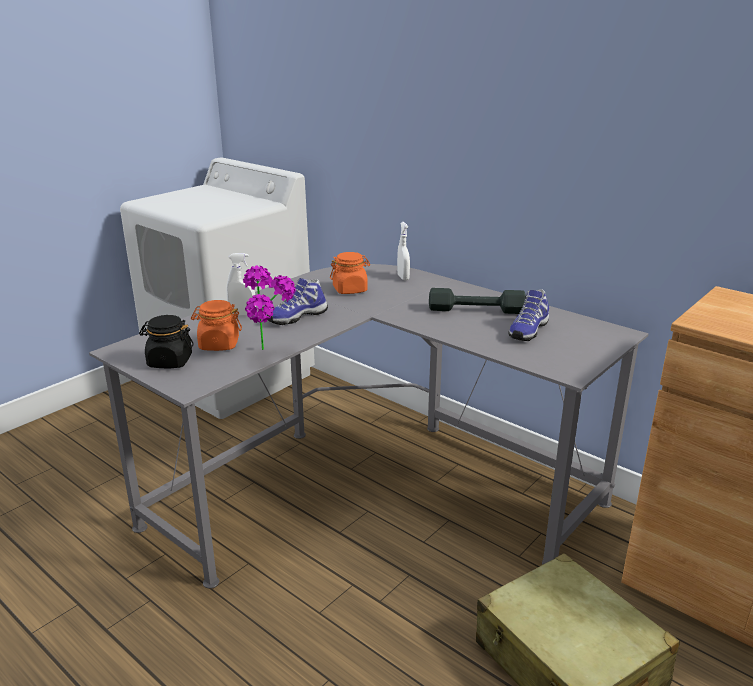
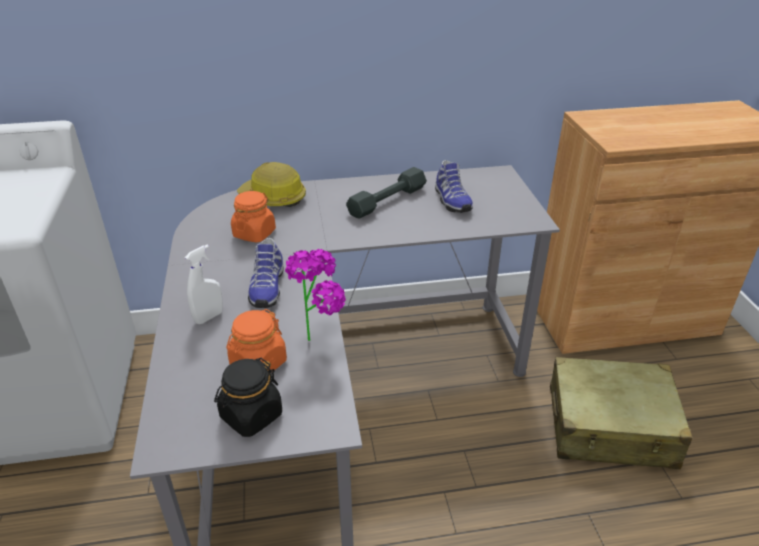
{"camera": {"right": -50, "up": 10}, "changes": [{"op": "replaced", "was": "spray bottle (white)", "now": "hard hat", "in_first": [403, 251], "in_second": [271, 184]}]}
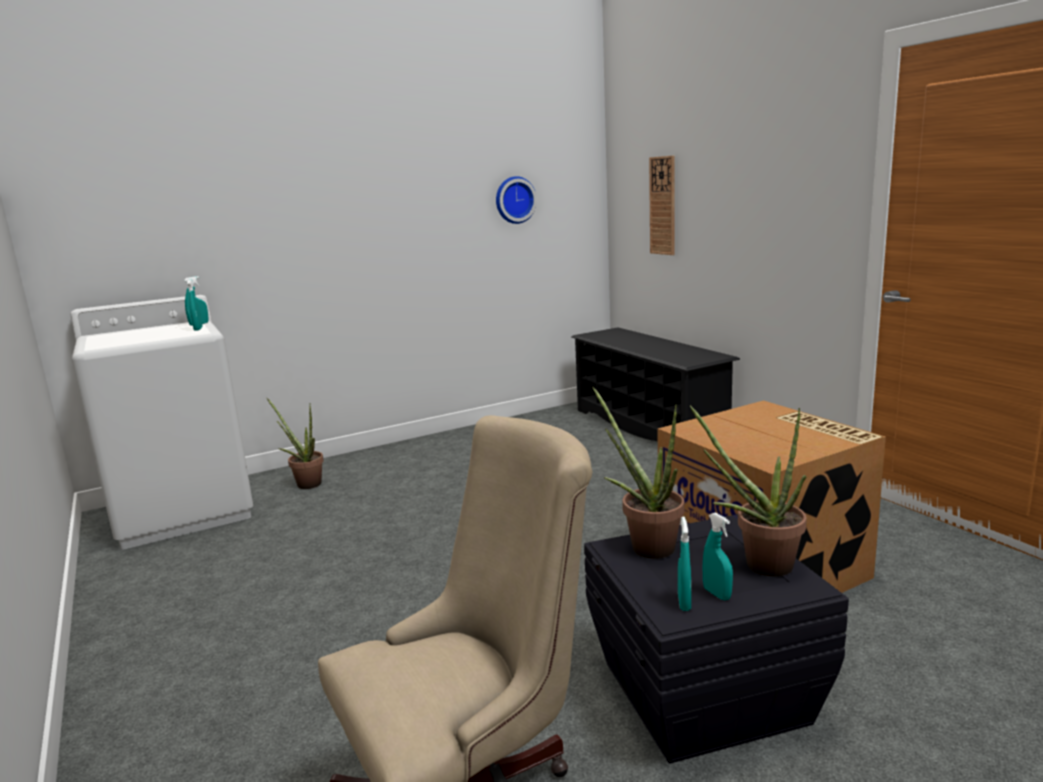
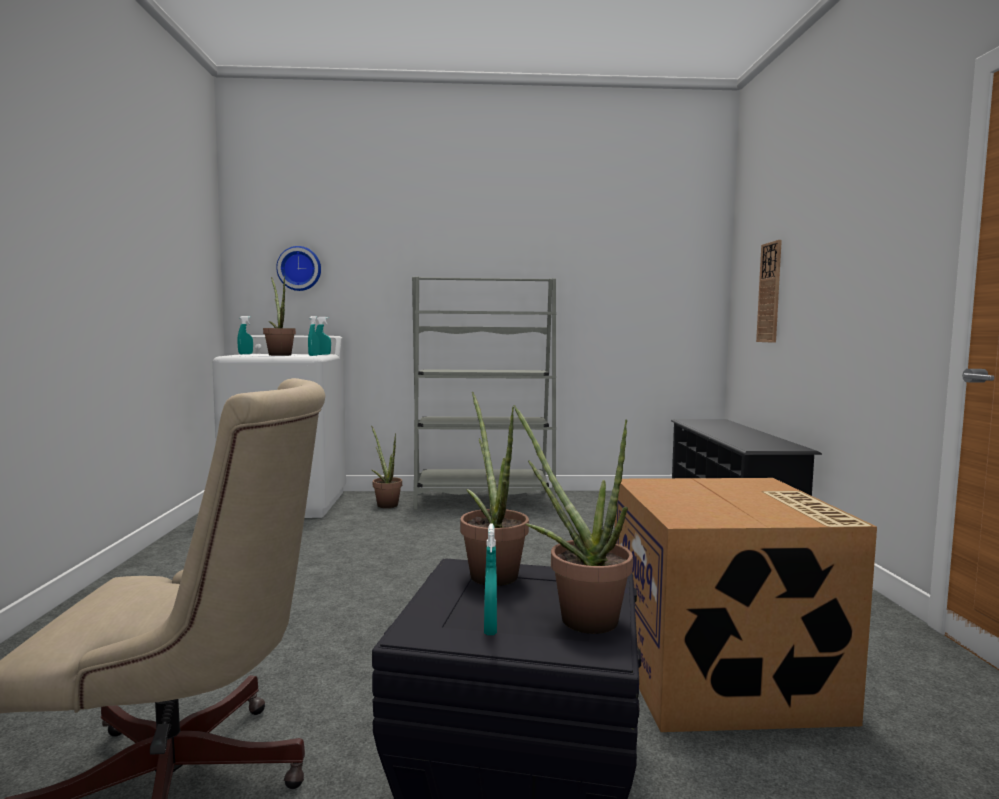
{"camera": {"right": 25, "up": -10}, "changes": [{"op": "moved", "was": "wall clock", "in_first": [516, 200], "in_second": [298, 268]}, {"op": "moved", "was": "spray bottle (turquoise)", "in_first": [684, 563], "in_second": [245, 335]}, {"op": "added", "now": "potted plant", "in_second": [279, 316]}, {"op": "added", "now": "bookcase (grey)", "in_second": [484, 393]}]}
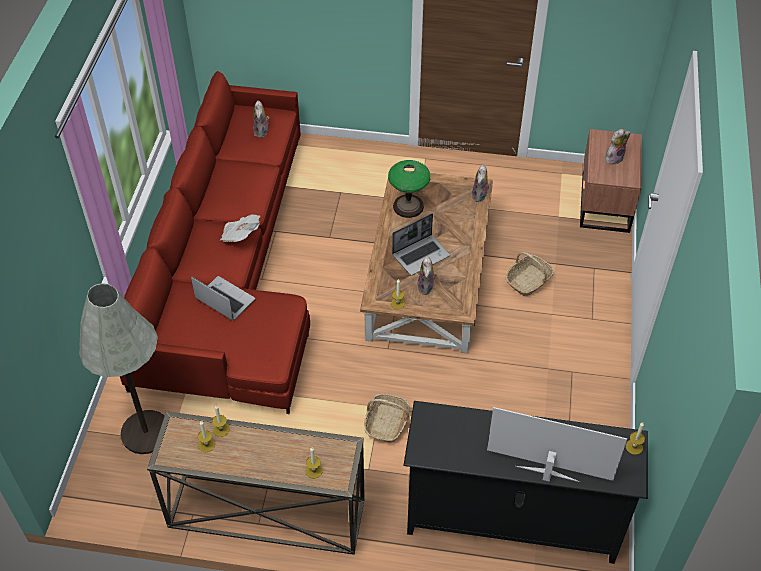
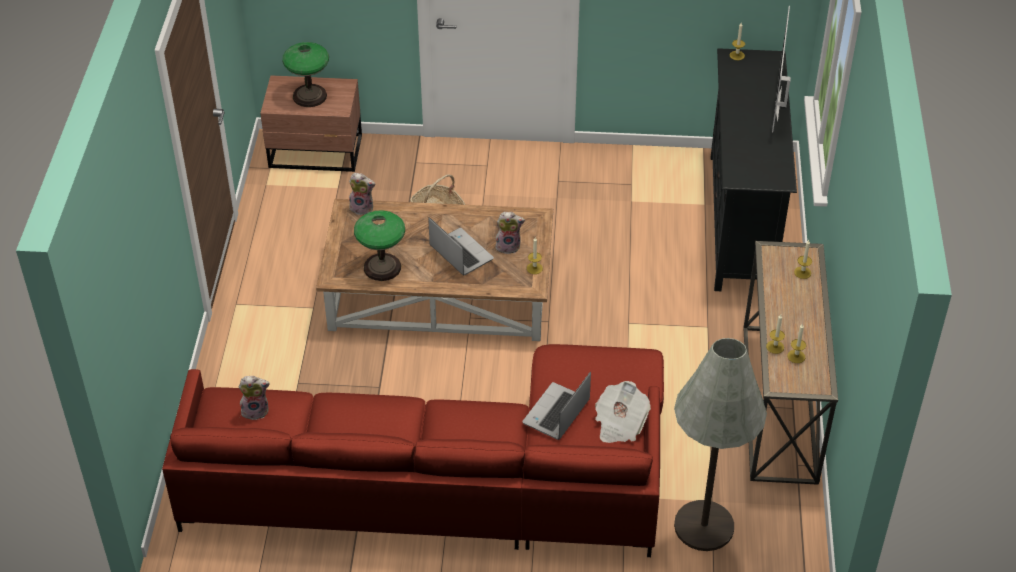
{"camera": {"right": -95, "up": -5}, "changes": [{"op": "replaced", "was": "plush toy", "now": "table lamp", "in_first": [618, 147], "in_second": [305, 74]}, {"op": "moved", "was": "newspaper", "in_first": [240, 228], "in_second": [623, 412]}, {"op": "removed", "was": "basket", "in_first": [387, 418]}]}
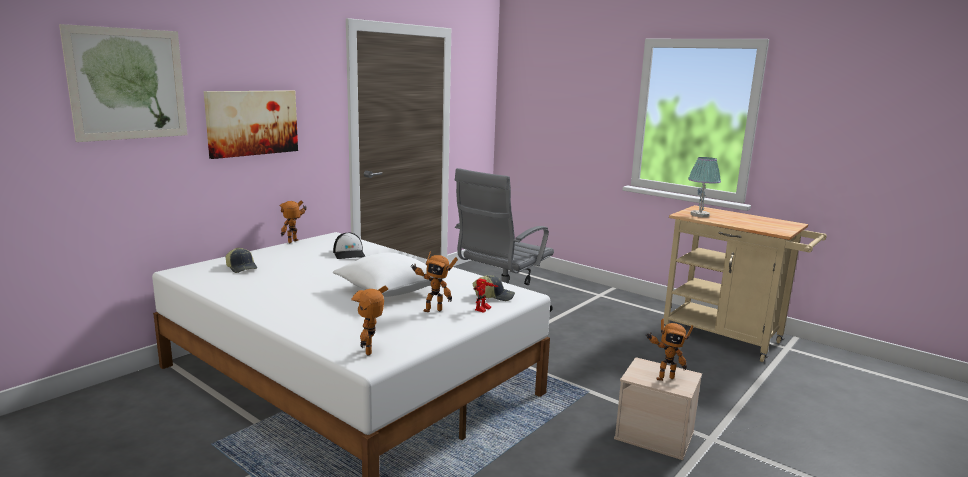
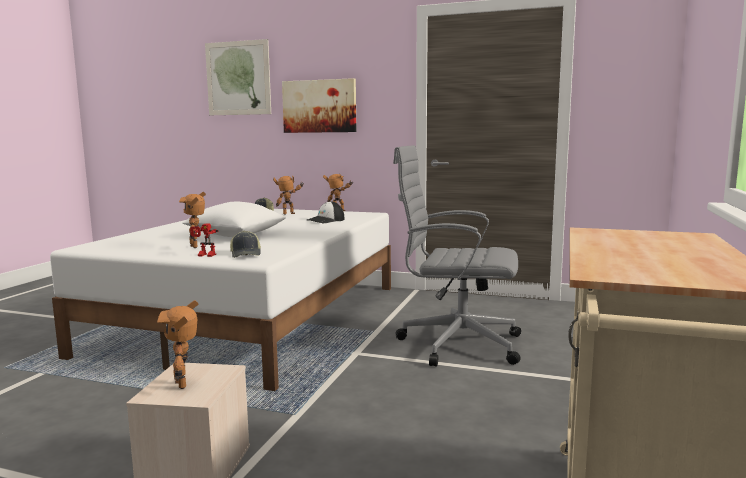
{"camera": {"right": 70, "up": -5}, "changes": [{"op": "removed", "was": "table lamp", "in_first": [704, 187]}, {"op": "moved", "was": "toy robot", "in_first": [369, 321], "in_second": [288, 195]}]}
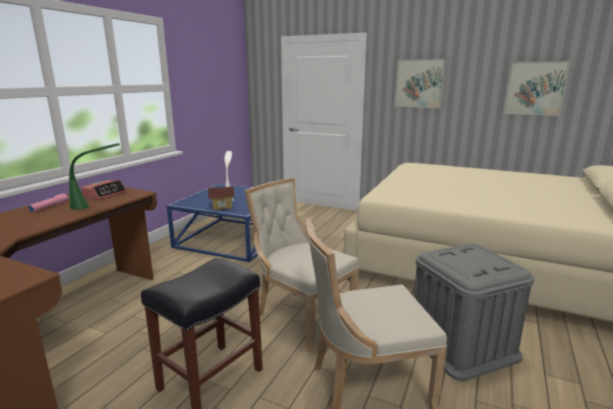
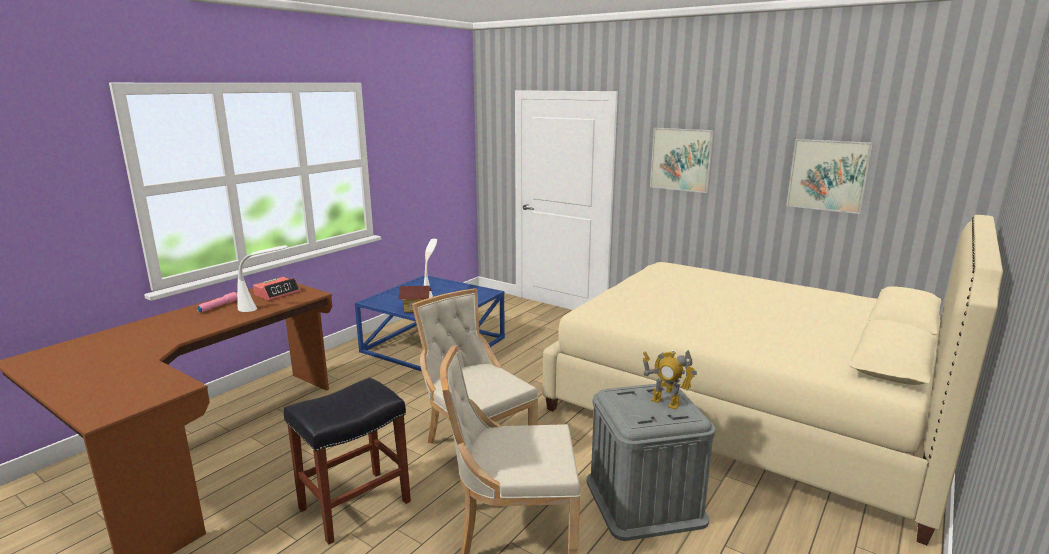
{"camera": {"right": 10, "up": 0}, "changes": [{"op": "recoloured", "was": "table lamp (green)", "now": "table lamp (white)", "in_first": [94, 176], "in_second": [262, 278]}, {"op": "added", "now": "toy robot", "in_second": [670, 380]}]}
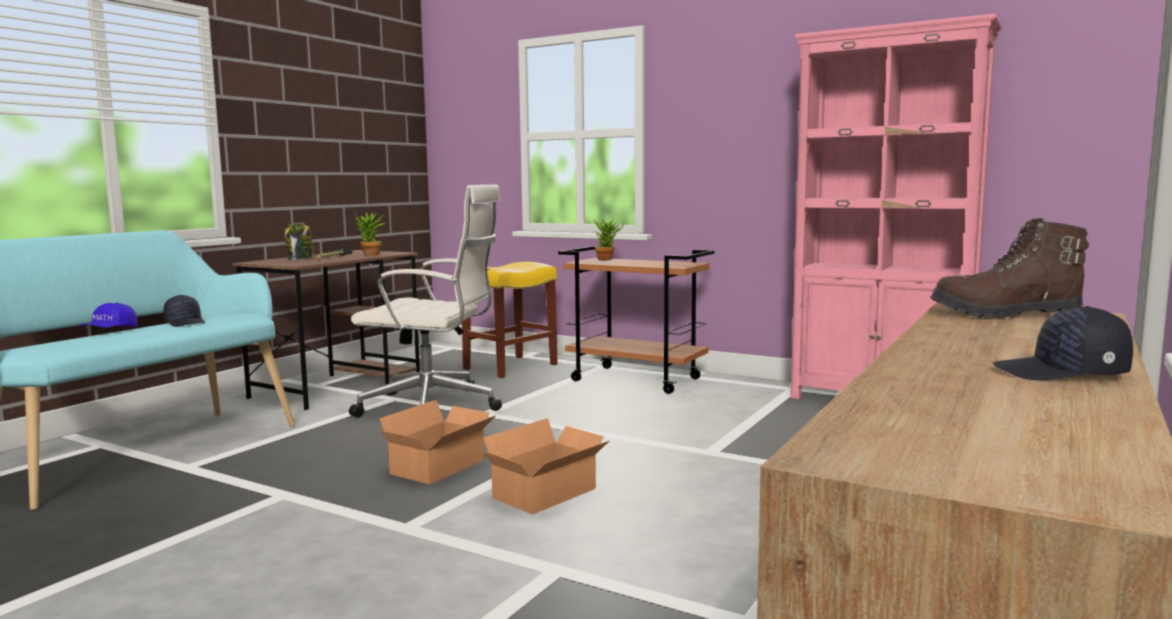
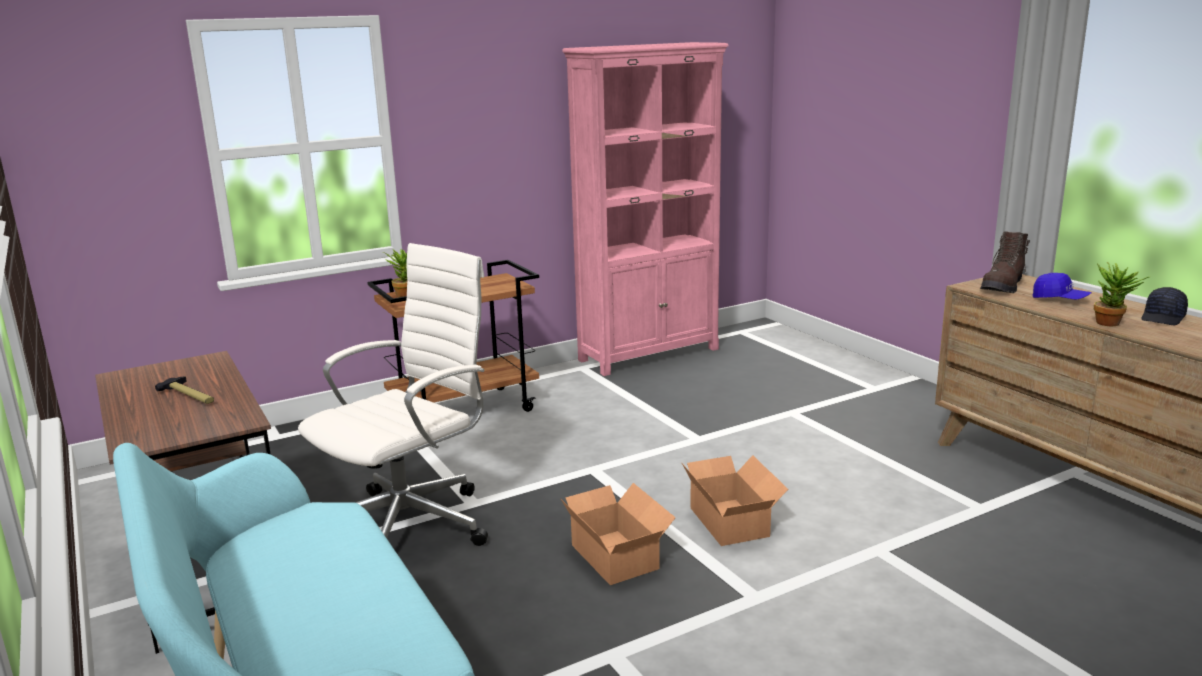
{"camera": {"right": -60, "up": 10}, "changes": [{"op": "moved", "was": "potted plant", "in_first": [370, 234], "in_second": [1121, 294]}, {"op": "removed", "was": "jar", "in_first": [299, 241]}, {"op": "removed", "was": "stool (yellow)", "in_first": [510, 320]}, {"op": "removed", "was": "cap (black)", "in_first": [184, 311]}, {"op": "moved", "was": "cap (blue)", "in_first": [109, 315], "in_second": [1062, 286]}]}
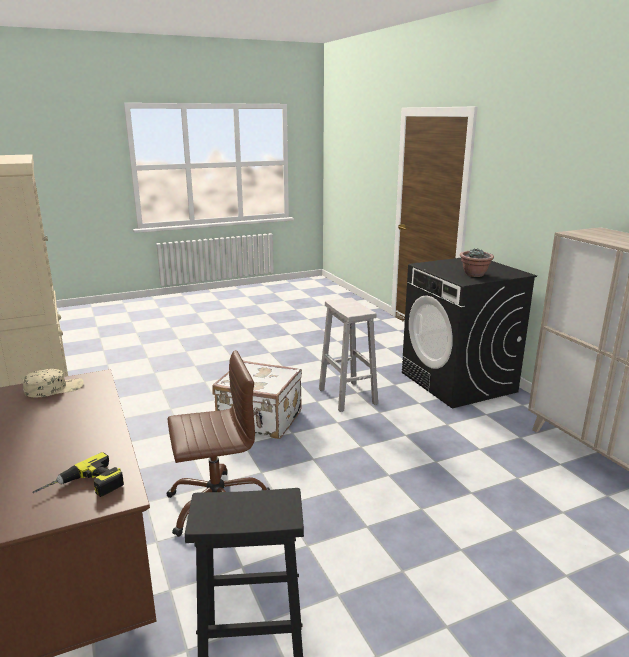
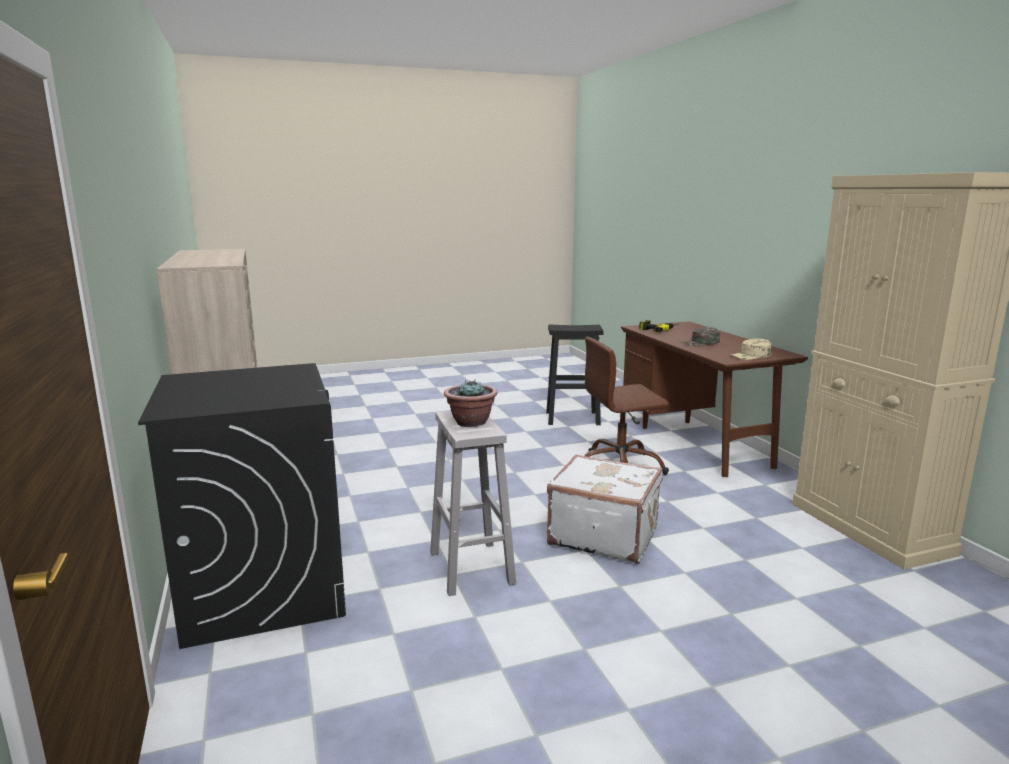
{"camera": {"right": -175, "up": -5}, "changes": [{"op": "moved", "was": "potted plant", "in_first": [477, 262], "in_second": [471, 403]}, {"op": "added", "now": "cap (green)", "in_second": [700, 337]}]}
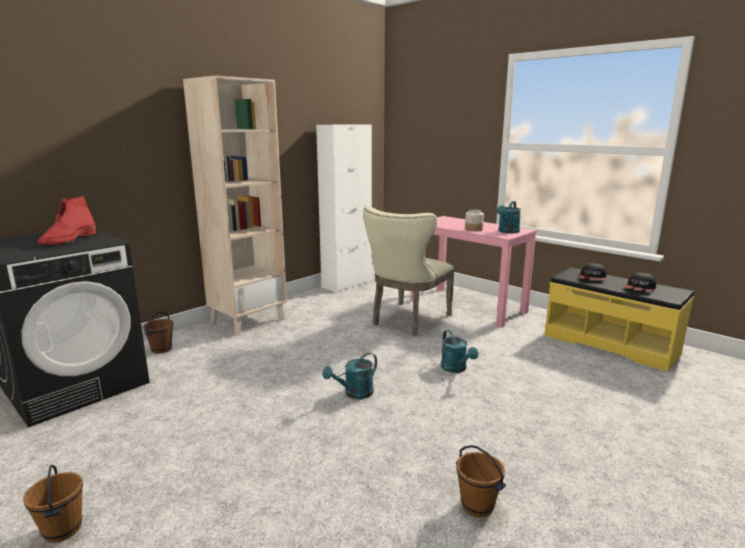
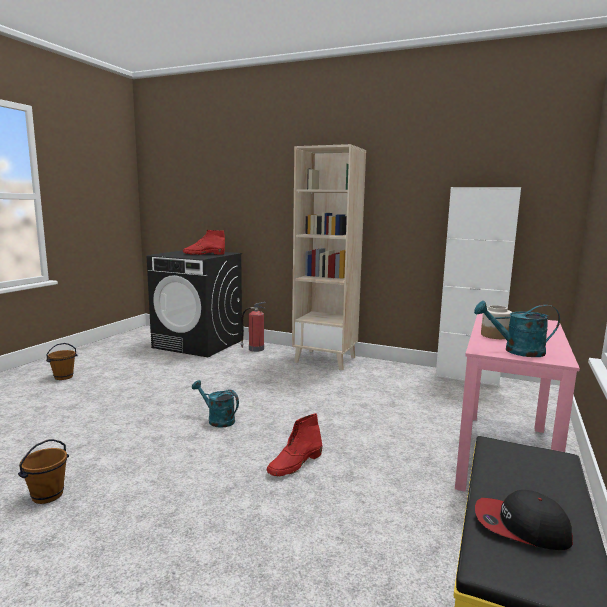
{"camera": {"right": 70, "up": -5}, "changes": [{"op": "removed", "was": "chair (beige)", "in_first": [409, 270]}, {"op": "removed", "was": "cap", "in_first": [592, 271]}, {"op": "replaced", "was": "bucket (brown)", "now": "fire extinguisher", "in_first": [158, 332], "in_second": [253, 327]}, {"op": "replaced", "was": "watering can (turquoise)", "now": "boot (red)", "in_first": [459, 351], "in_second": [294, 444]}]}
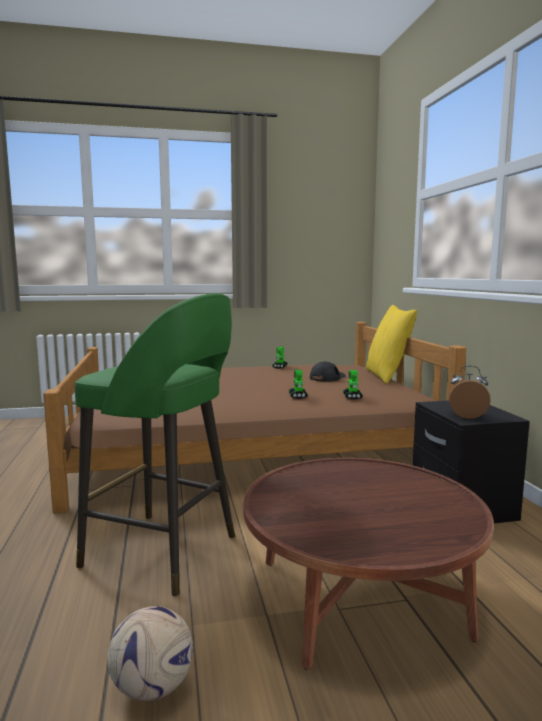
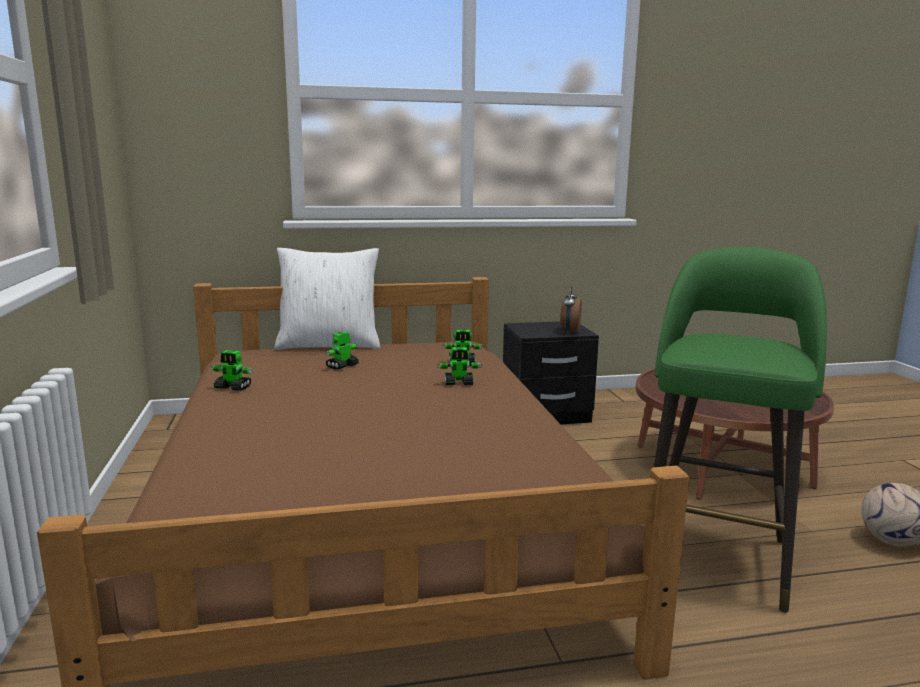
{"camera": {"right": -90, "up": 5}, "changes": [{"op": "recoloured", "was": "pillow (yellow)", "now": "pillow (white)", "in_first": [391, 344], "in_second": [327, 299]}, {"op": "replaced", "was": "cap (black)", "now": "toy robot", "in_first": [328, 372], "in_second": [342, 350]}]}
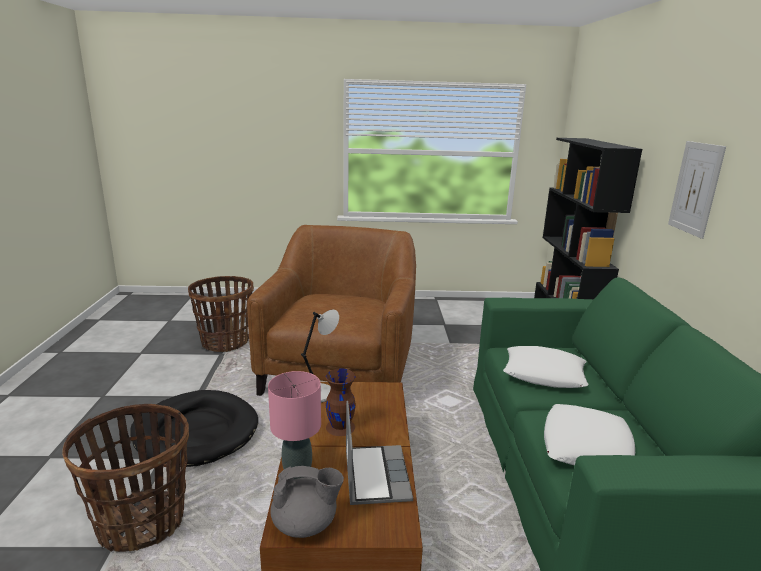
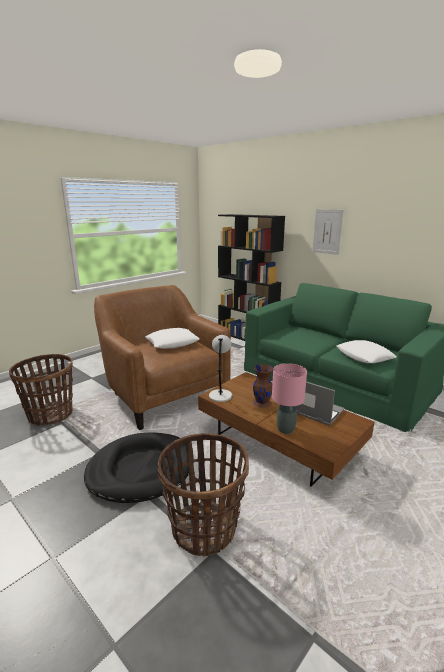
{"camera": {"right": -45, "up": 0}, "changes": [{"op": "moved", "was": "pillow (white)", "in_first": [546, 367], "in_second": [172, 338]}, {"op": "removed", "was": "teapot (grey)", "in_first": [307, 502]}]}
